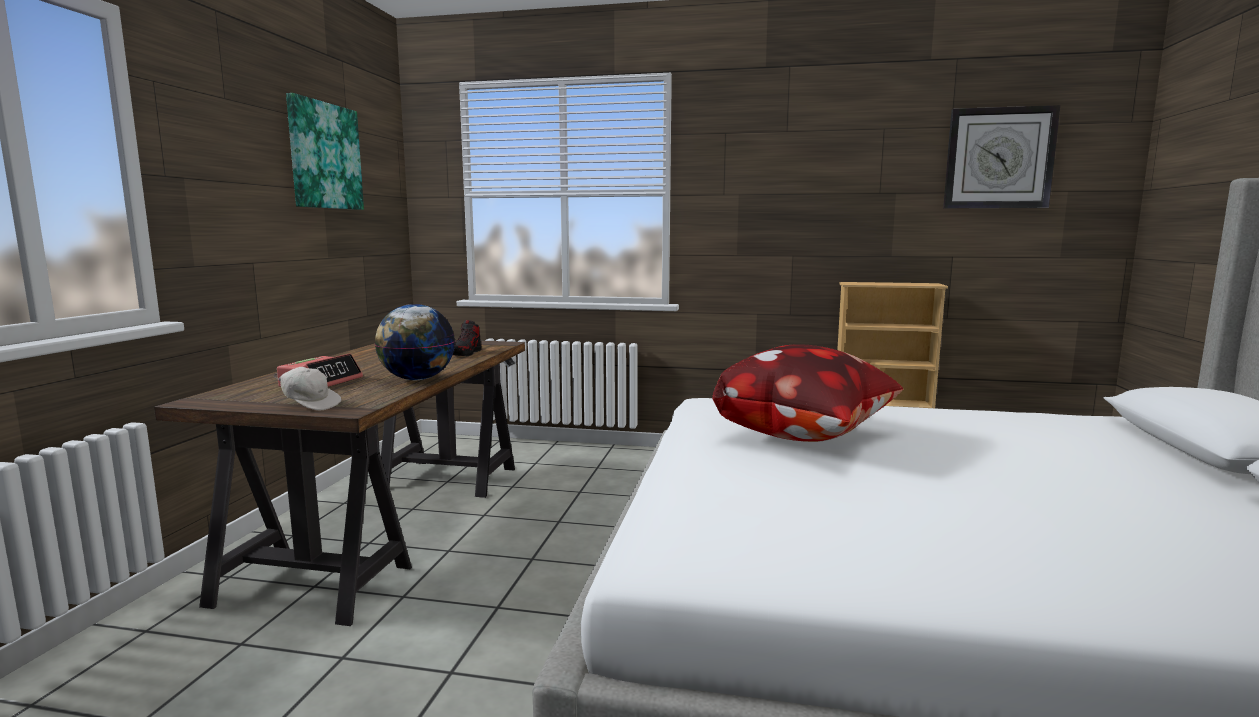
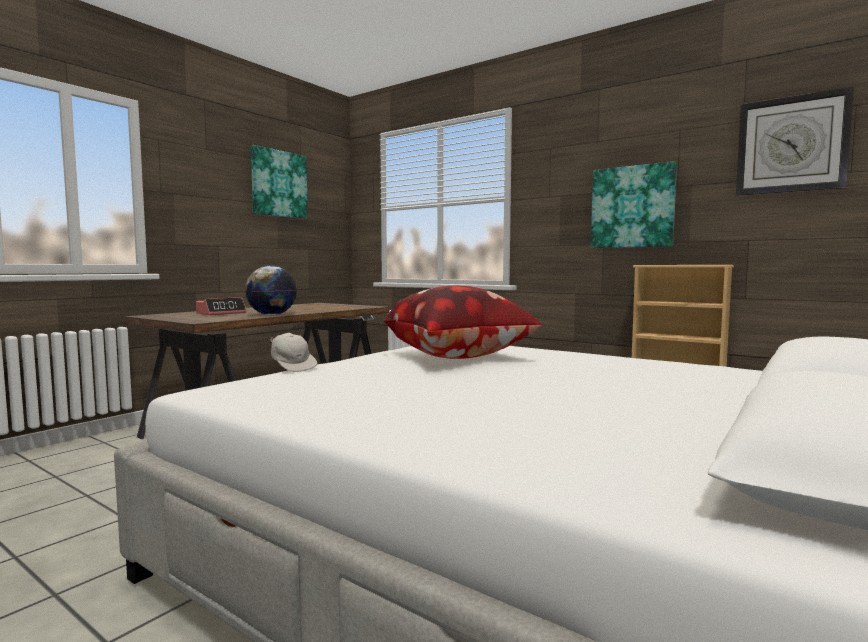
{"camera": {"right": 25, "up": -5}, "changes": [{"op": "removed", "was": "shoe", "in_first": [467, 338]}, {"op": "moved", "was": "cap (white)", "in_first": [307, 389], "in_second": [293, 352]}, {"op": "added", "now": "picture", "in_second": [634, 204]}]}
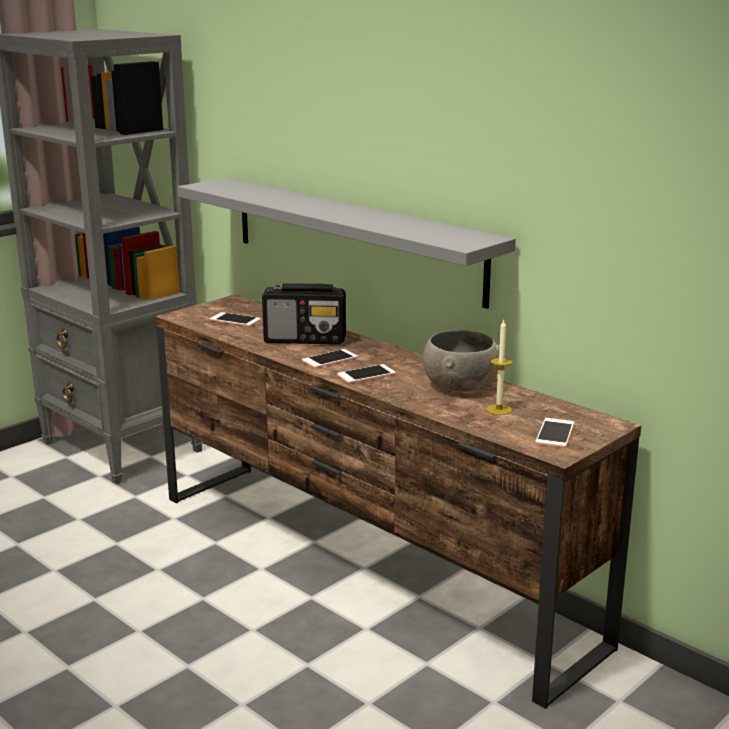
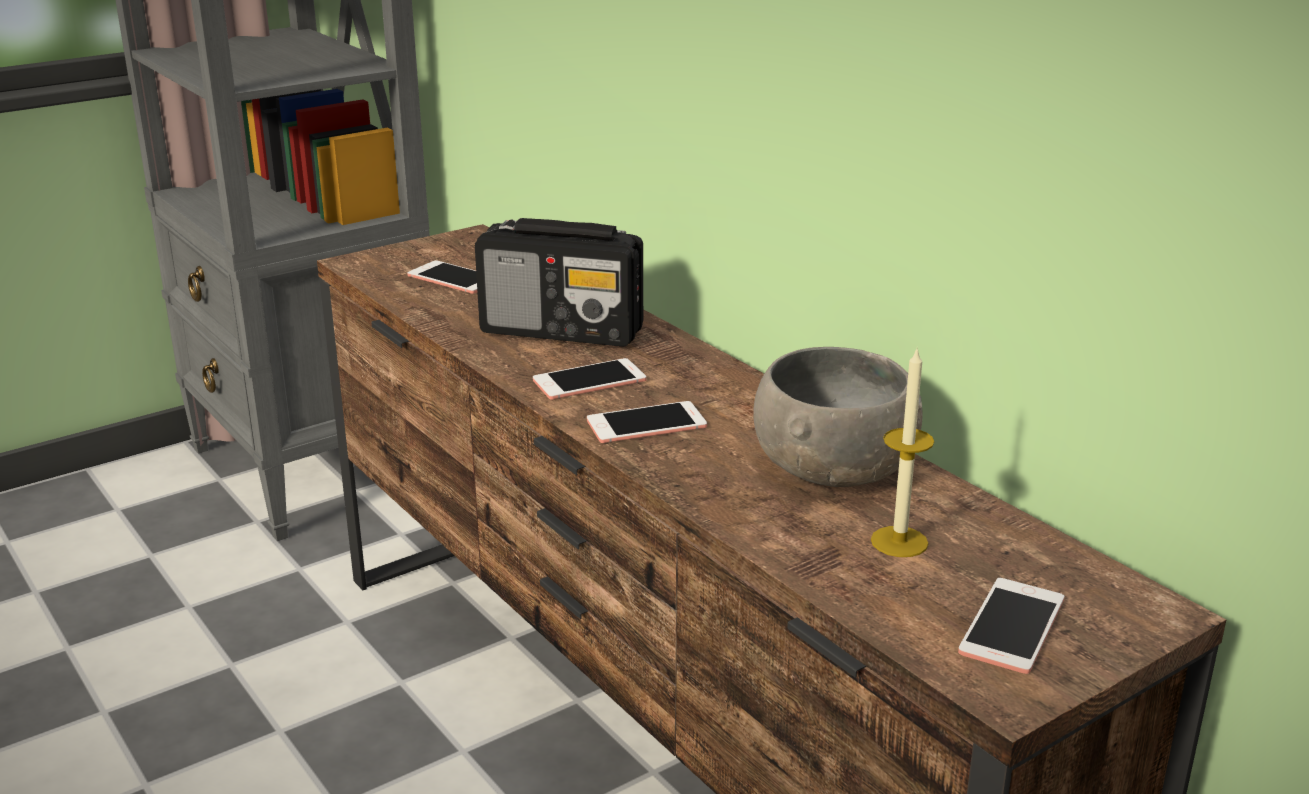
{"camera": {"right": 10, "up": 5}, "changes": [{"op": "removed", "was": "shelf (grey)", "in_first": [347, 243]}]}
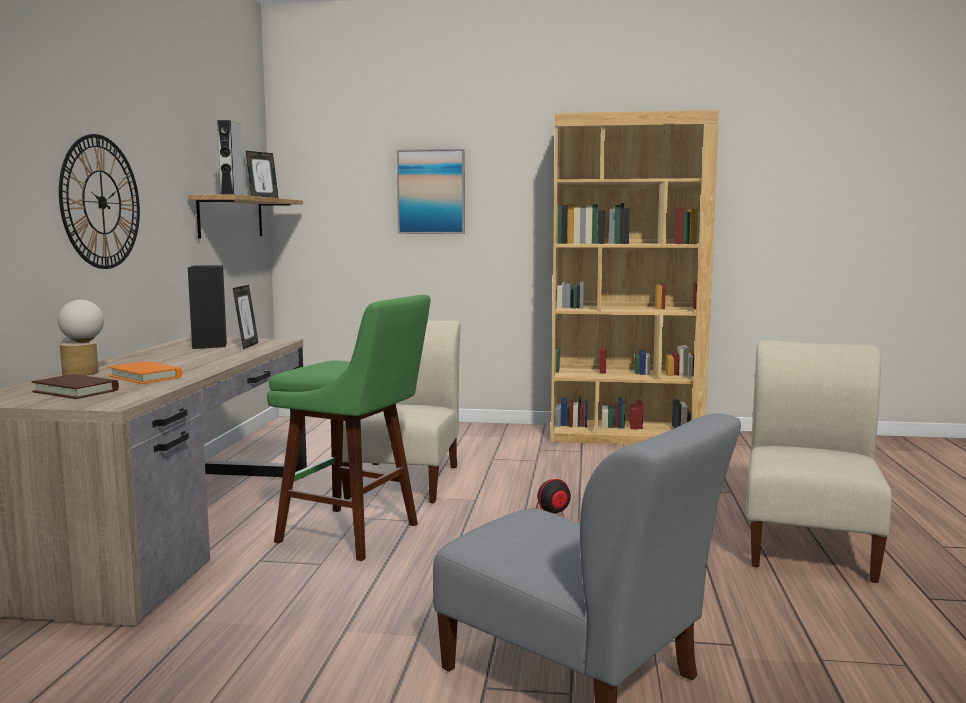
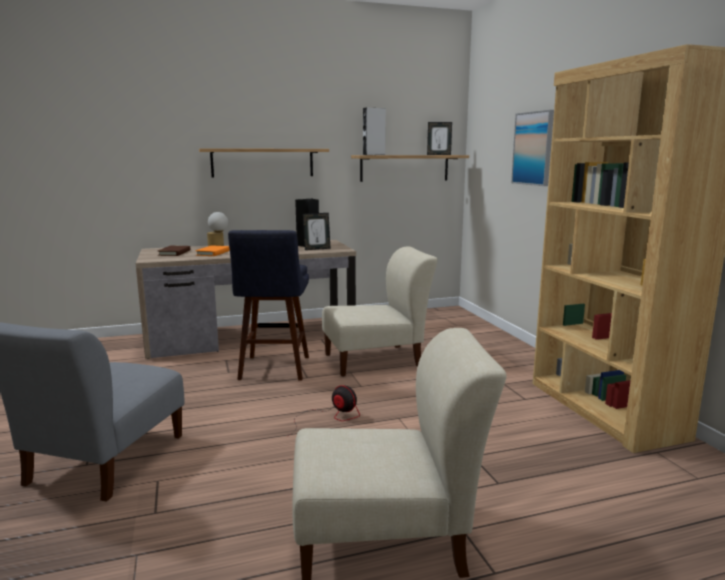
{"camera": {"right": 65, "up": 5}, "changes": [{"op": "replaced", "was": "wall clock", "now": "shelf", "in_first": [99, 201], "in_second": [264, 163]}, {"op": "recoloured", "was": "stool (green)", "now": "stool (blue)", "in_first": [349, 428], "in_second": [268, 305]}]}
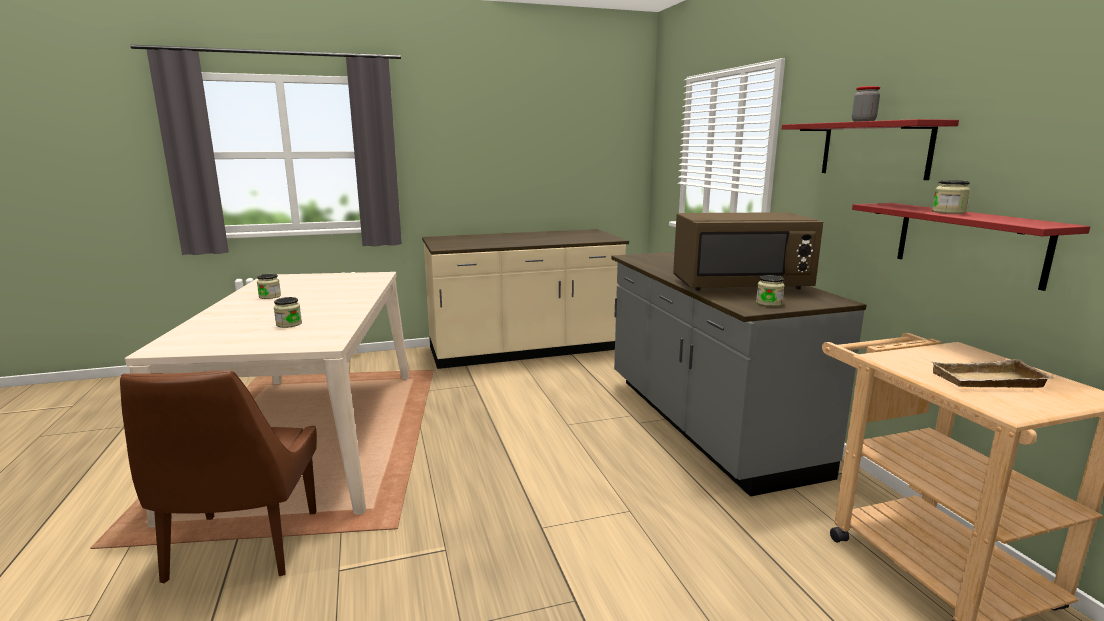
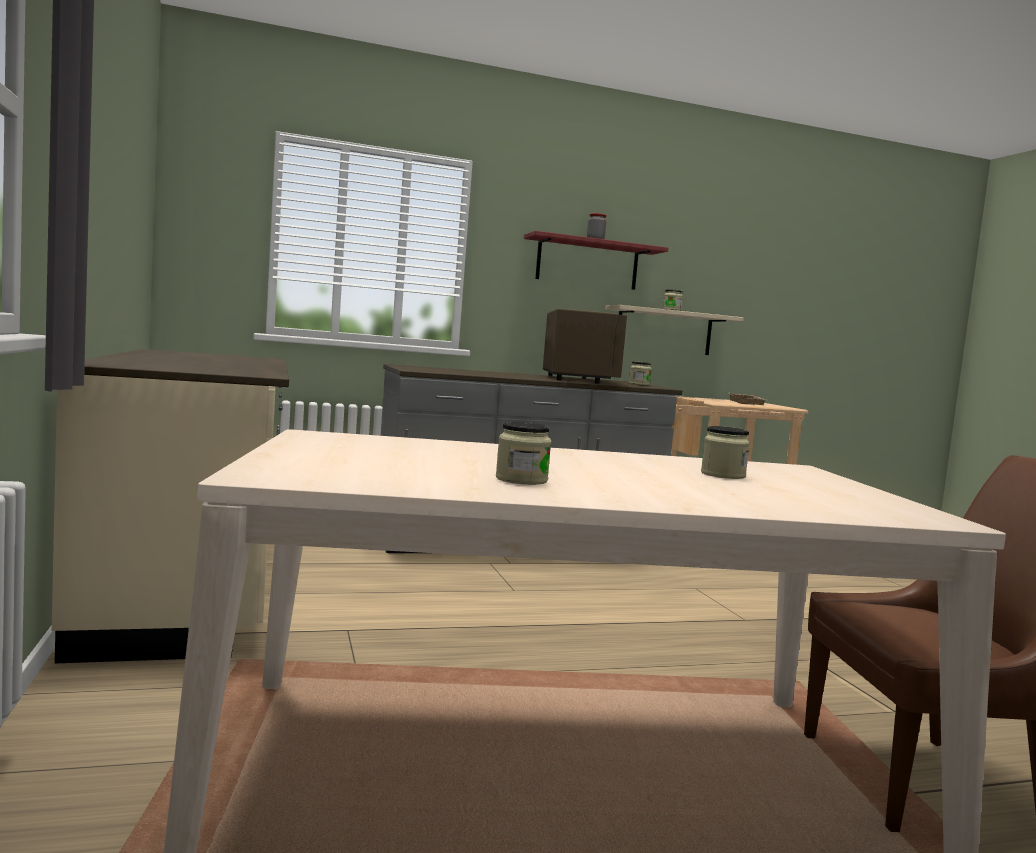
{"camera": {"right": -90, "up": -10}, "changes": [{"op": "recoloured", "was": "shelf (red)", "now": "shelf (beige)", "in_first": [971, 247], "in_second": [674, 330]}]}
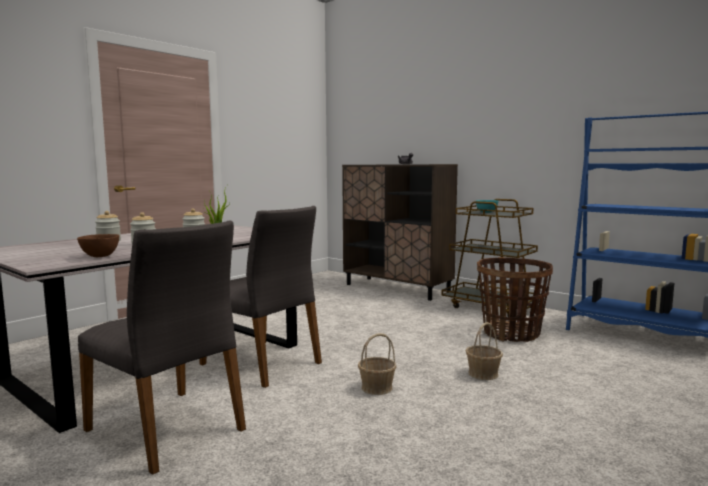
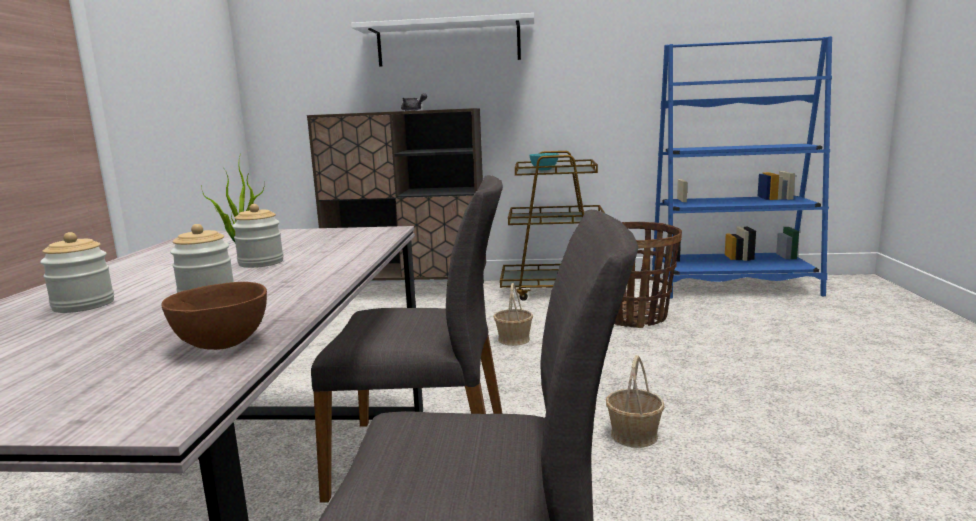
{"camera": {"right": -35, "up": 5}, "changes": [{"op": "moved", "was": "basket", "in_first": [484, 351], "in_second": [513, 314]}, {"op": "added", "now": "shelf (white)", "in_second": [442, 40]}]}
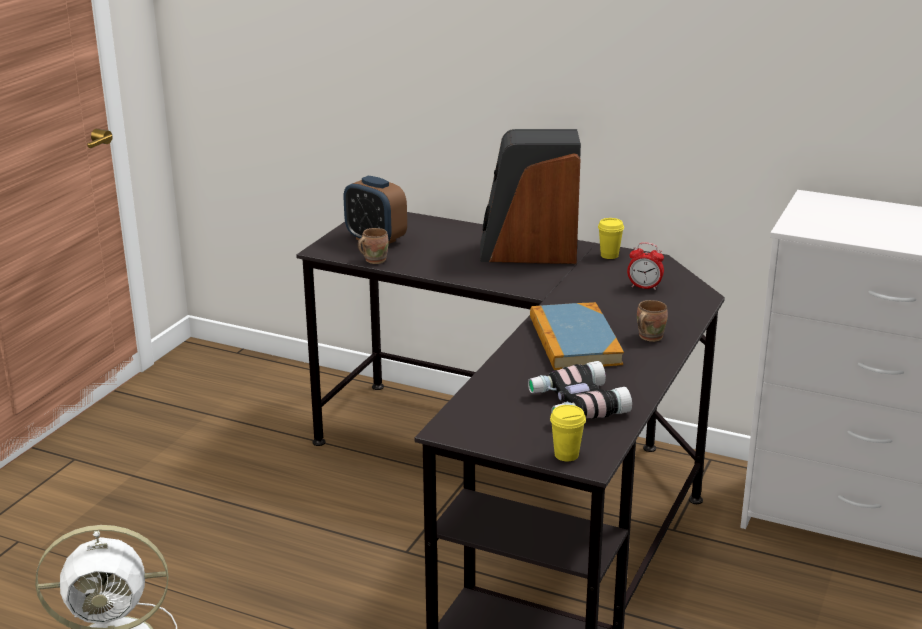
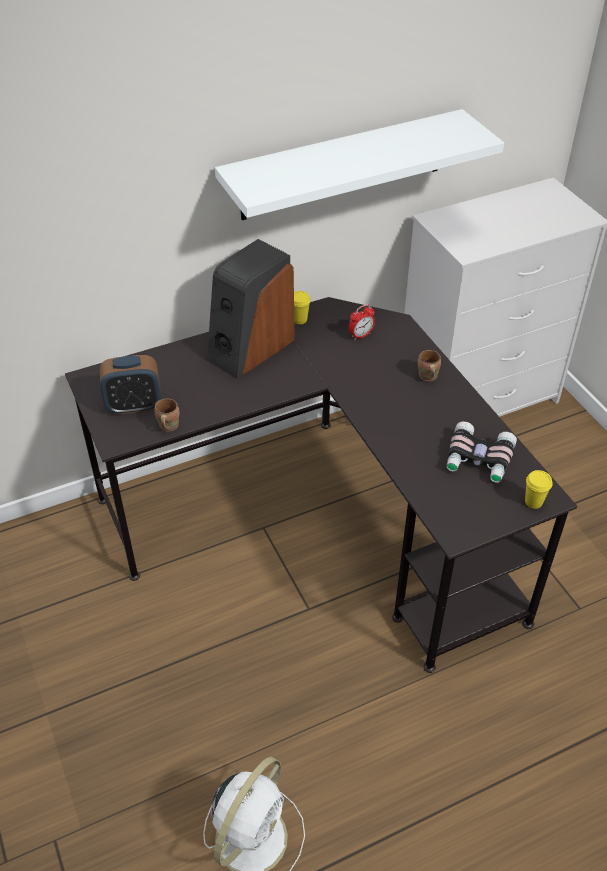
{"camera": {"right": -50, "up": 20}, "changes": [{"op": "removed", "was": "book", "in_first": [577, 336]}, {"op": "added", "now": "shelf (white)", "in_second": [359, 164]}]}
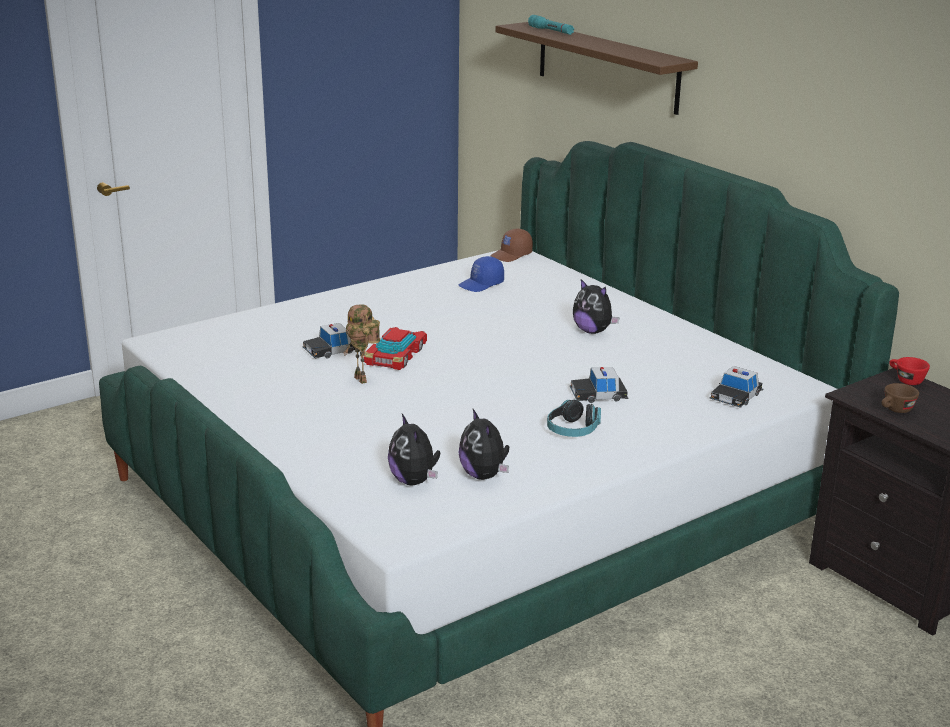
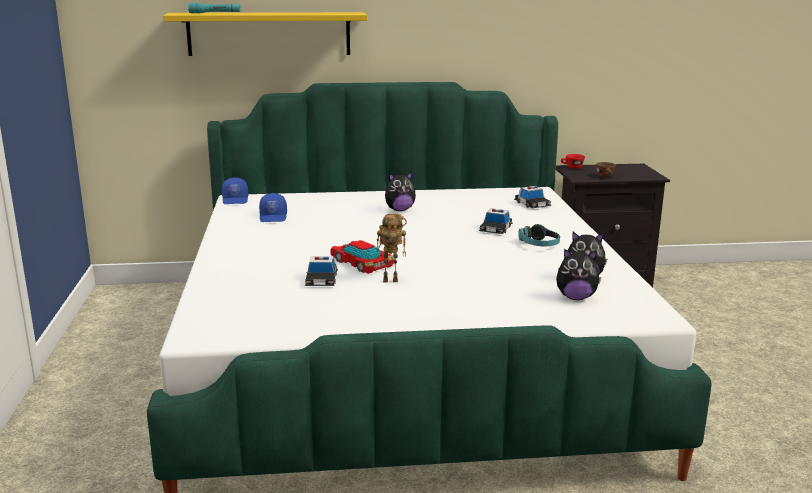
{"camera": {"right": -60, "up": -5}, "changes": [{"op": "recoloured", "was": "shelf (brown)", "now": "shelf (yellow)", "in_first": [597, 68], "in_second": [265, 34]}, {"op": "recoloured", "was": "cap (brown)", "now": "cap (blue)", "in_first": [511, 245], "in_second": [235, 190]}]}
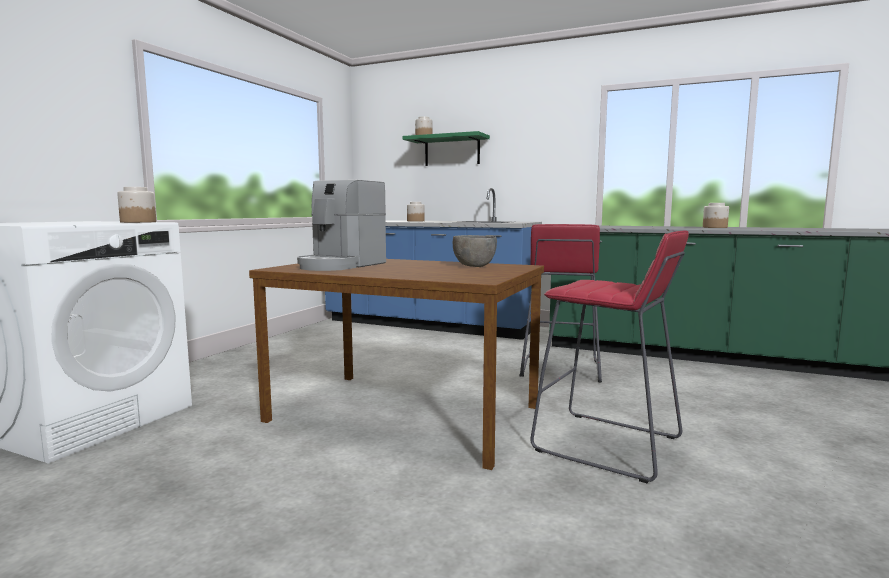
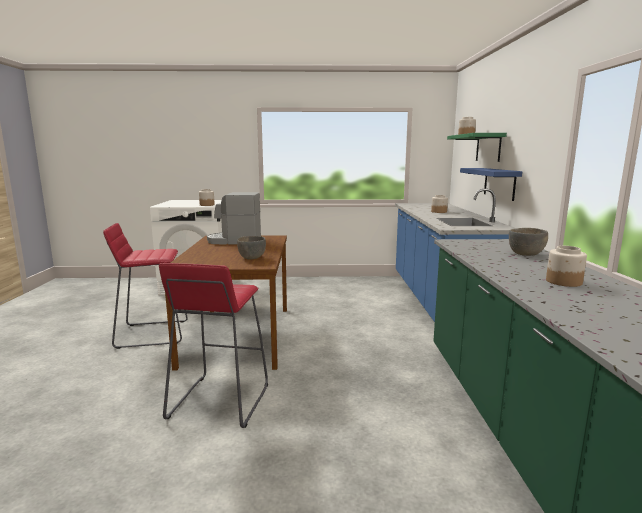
{"camera": {"right": 65, "up": 5}, "changes": [{"op": "moved", "was": "stool (red)", "in_first": [560, 303], "in_second": [145, 286]}, {"op": "added", "now": "shelf (blue)", "in_second": [491, 184]}, {"op": "added", "now": "bowl (grey)", "in_second": [528, 242]}]}
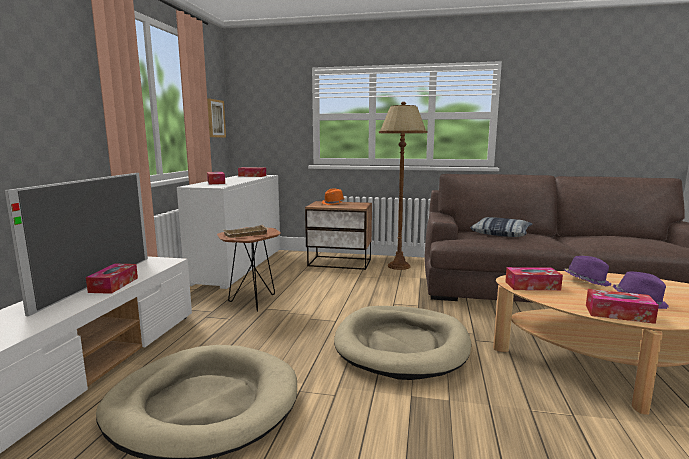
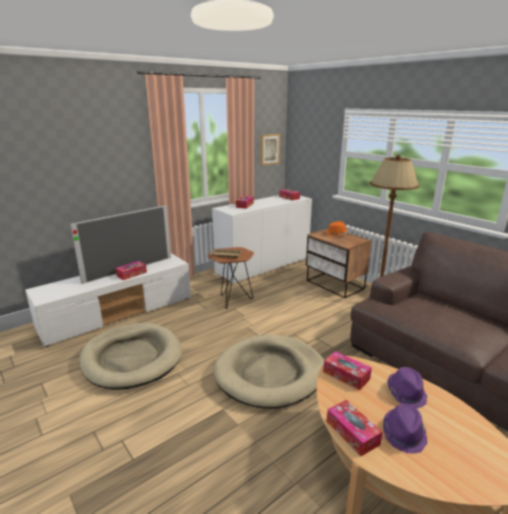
{"camera": {"right": 40, "up": 10}, "changes": [{"op": "removed", "was": "pillow", "in_first": [501, 227]}]}
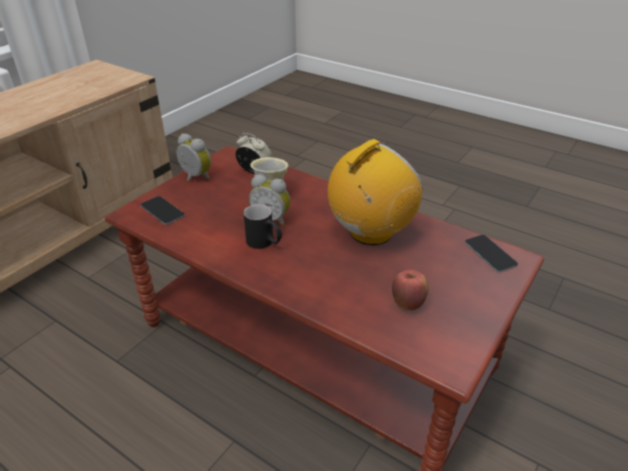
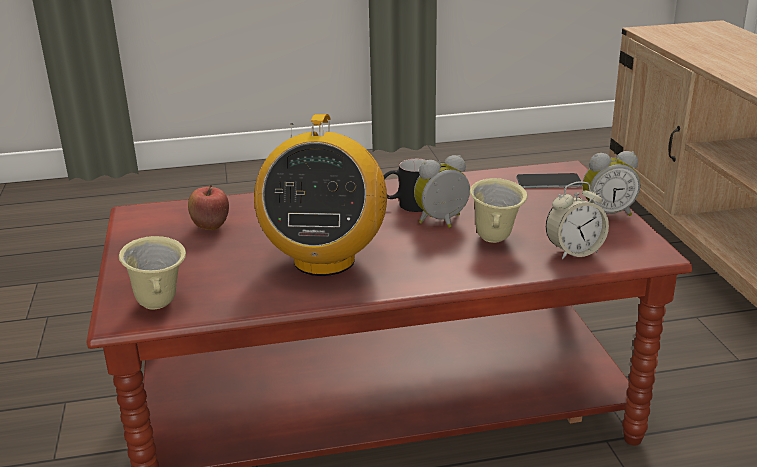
{"camera": {"right": 135, "up": -10}, "changes": [{"op": "replaced", "was": "phone", "now": "mug (beige)", "in_first": [491, 253], "in_second": [152, 273]}]}
